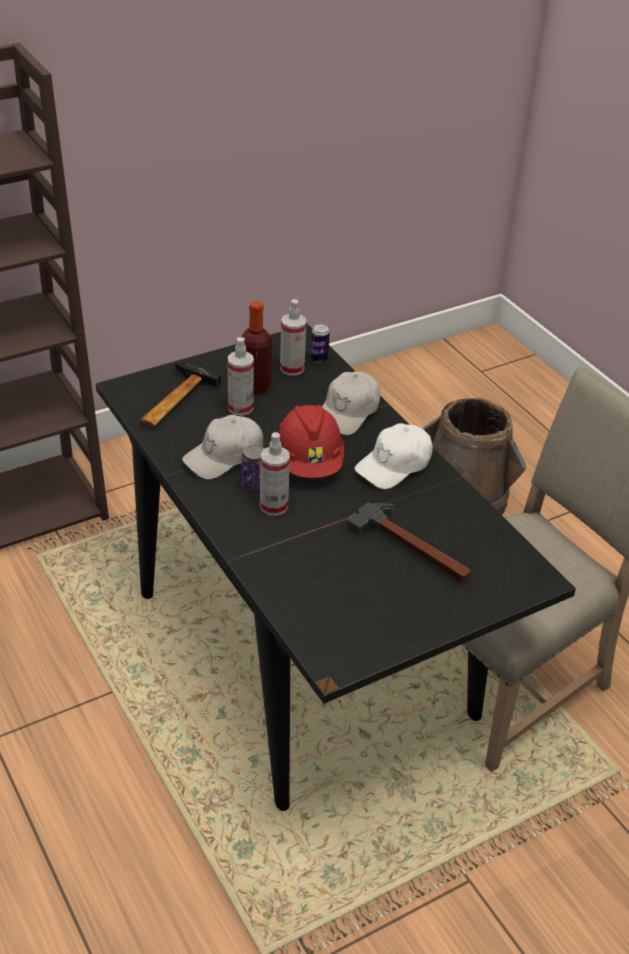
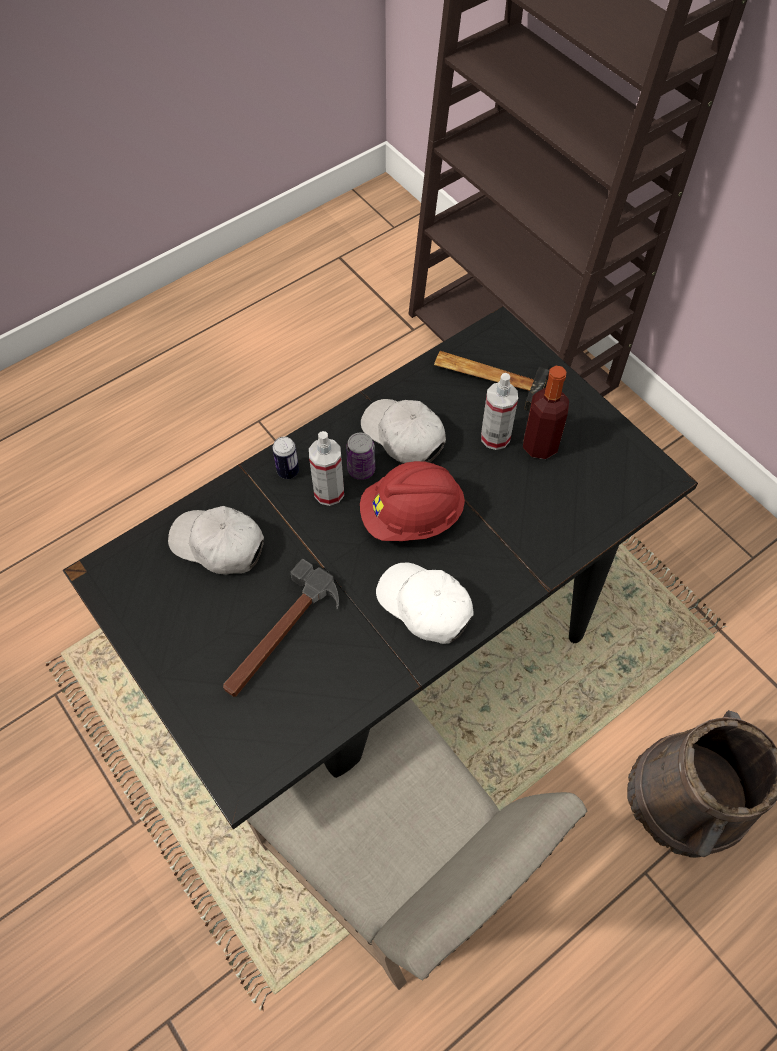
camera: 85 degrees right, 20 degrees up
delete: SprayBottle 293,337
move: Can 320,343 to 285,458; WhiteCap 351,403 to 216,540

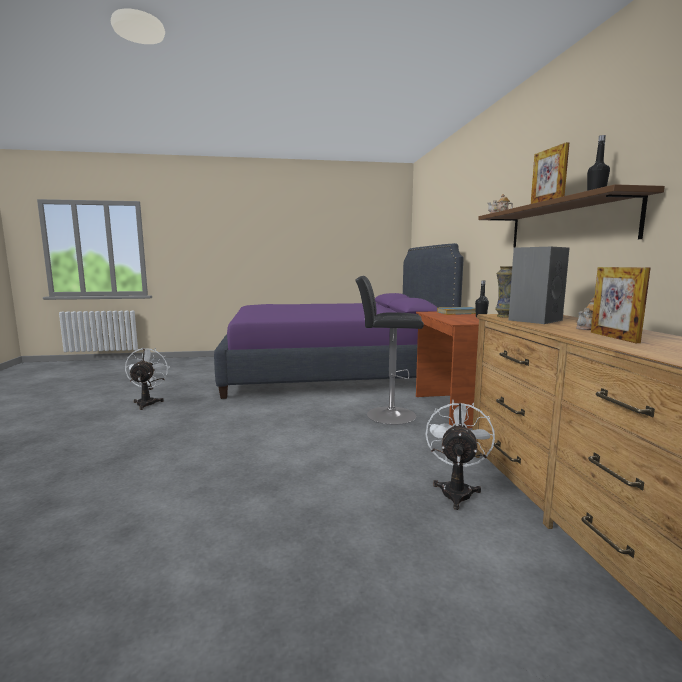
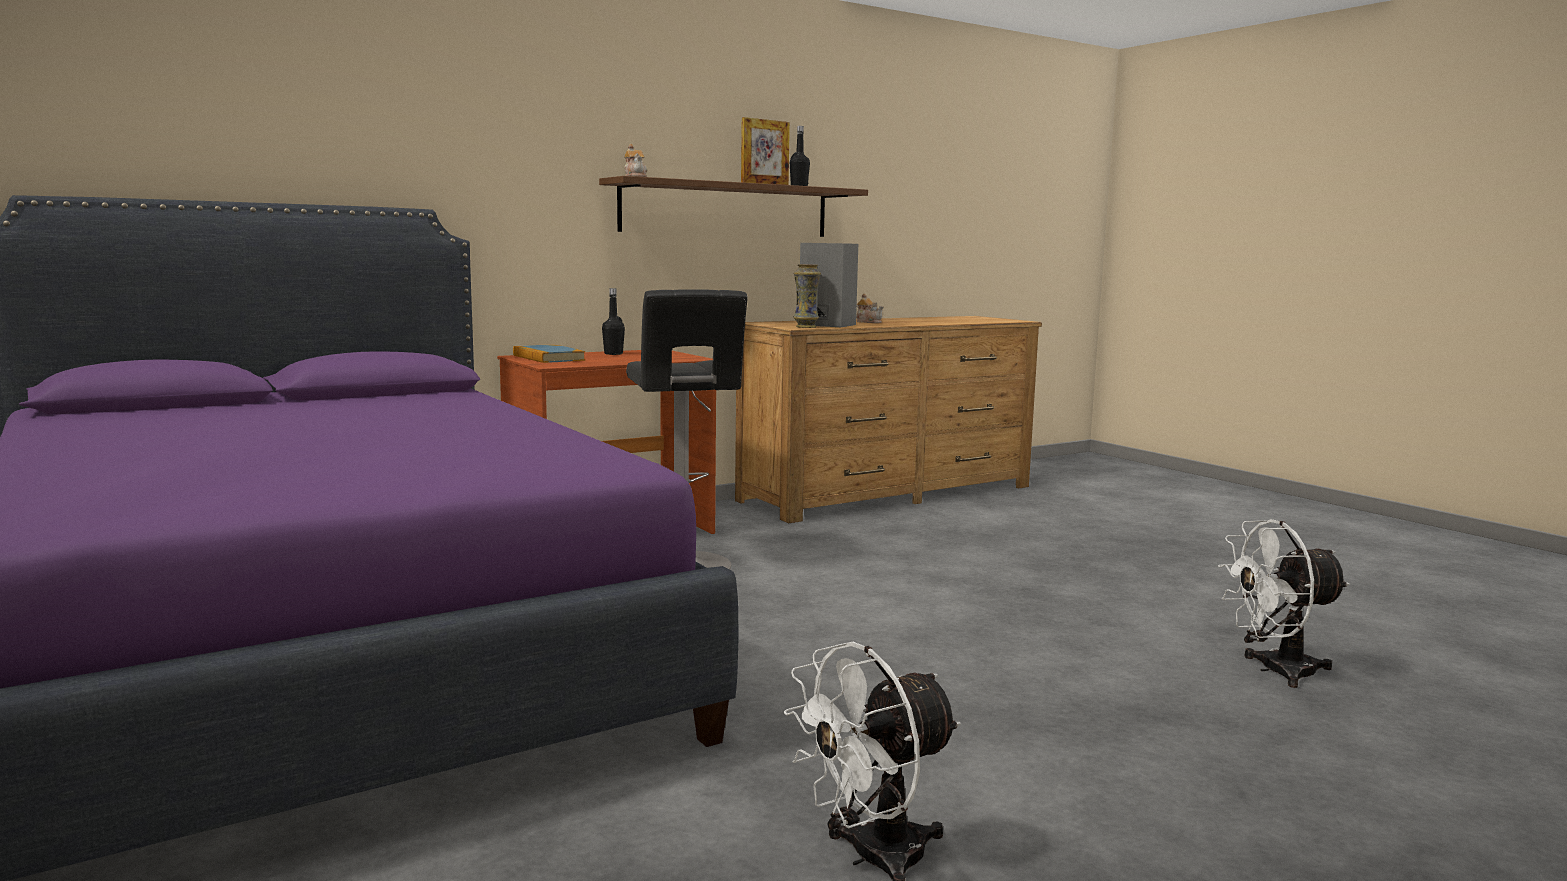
camera: 115 degrees left, 0 degrees up
delete: PictureFrame 621,305
move: WhiteFan 460,455 to 1284,603

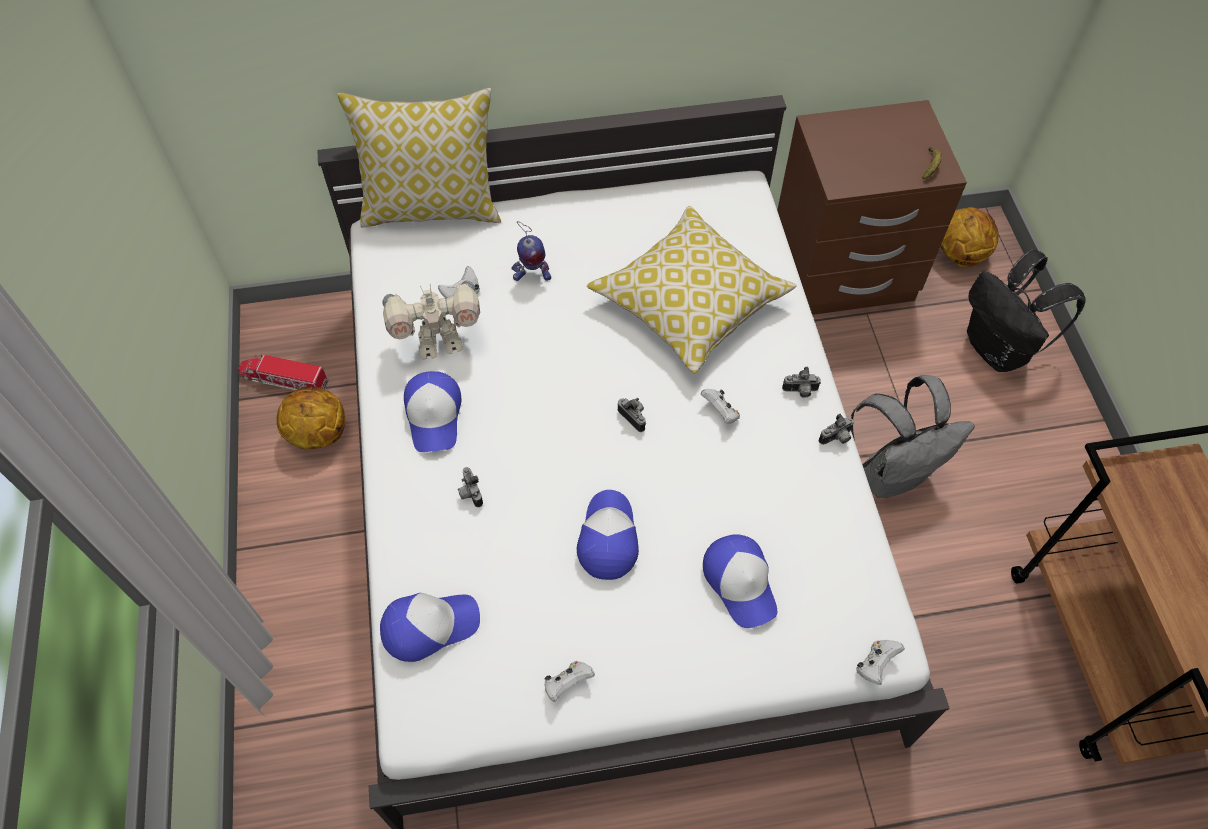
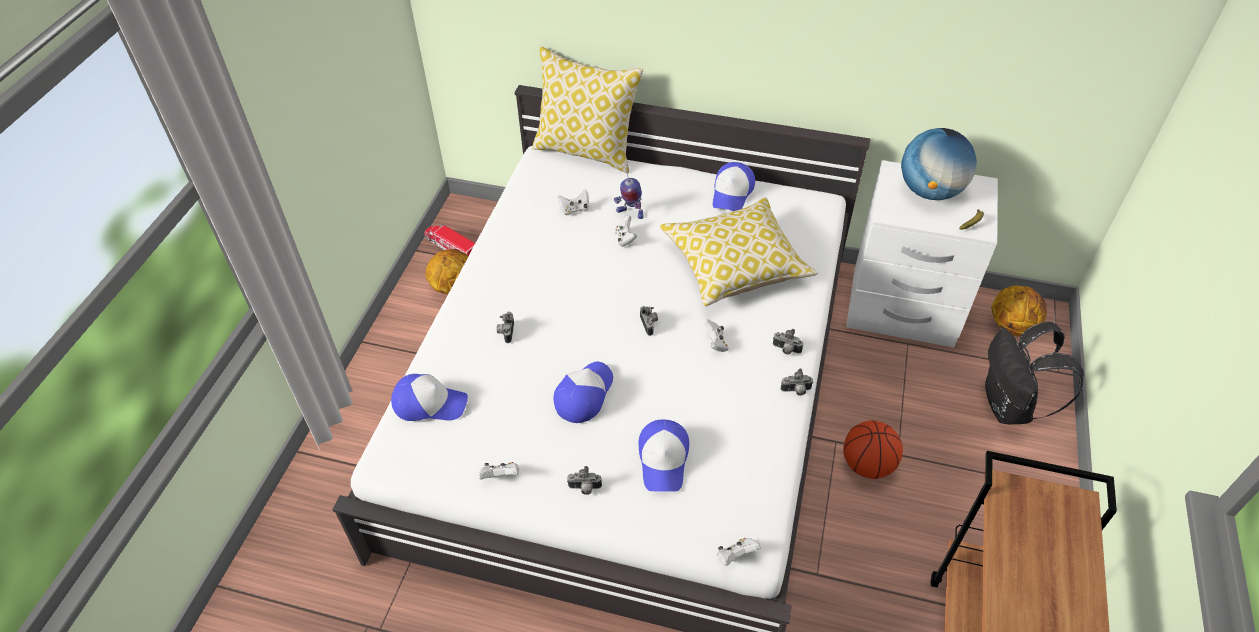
camera: 25 degrees right, 10 degrees down
delete: ToyRobot 431,320
insert: PhotoCamera 584,480; WhiteGameController 626,231; Globe 939,164
move: Cap 432,411 to 734,186
replace: GreyBackpack 913,436 to Basketball 873,449
recolor: BrownNightstand 872,207 to WhiteNightstand 922,254

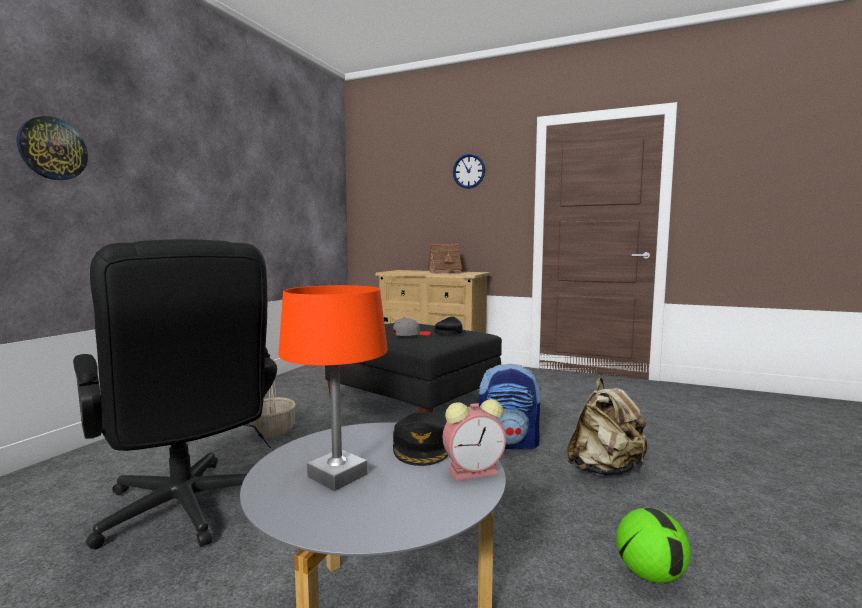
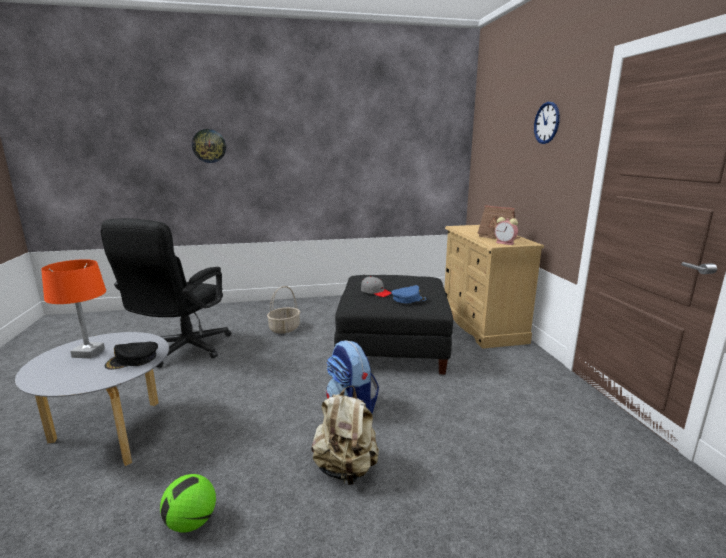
camera: 55 degrees right, 10 degrees up
move: AlarmClock 474,440 to 506,231
recolor: BlackCap 449,325 to BlueCap 408,294

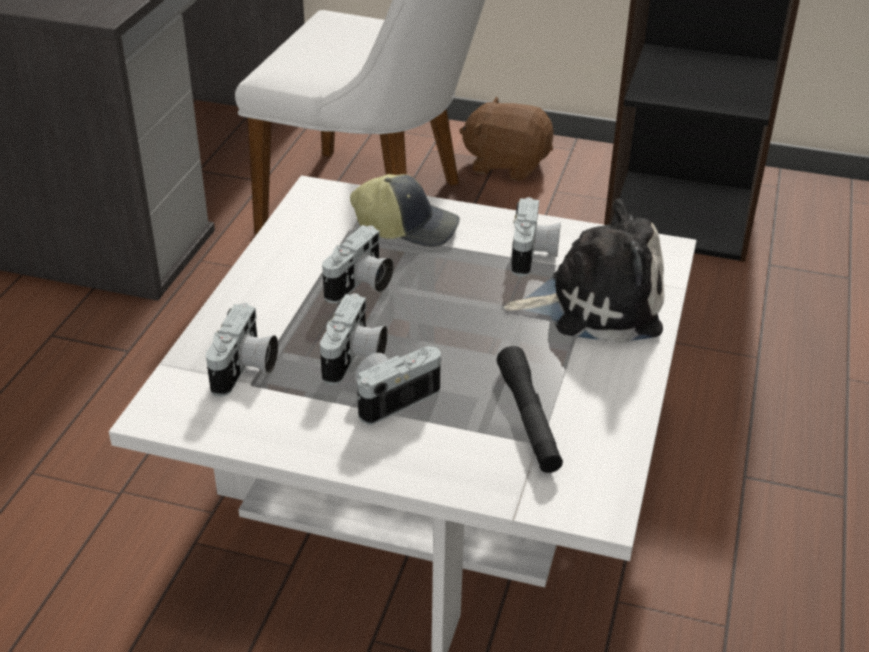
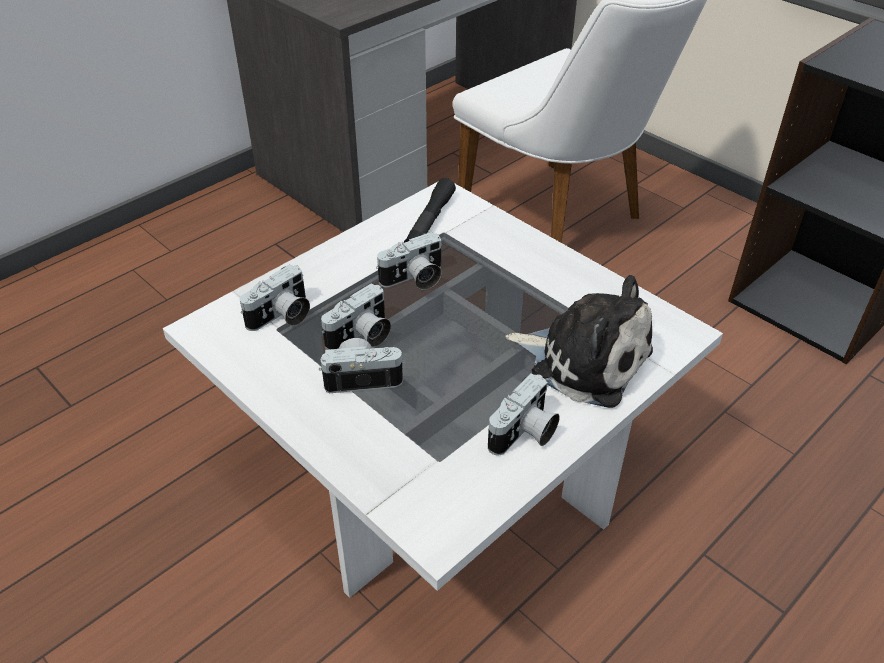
camera: 30 degrees right, 5 degrees up
delete: Cap 405,210; BrownPlushToy 506,139
move: BlackFlashlight 530,409 to 430,210; PhotoCamera 536,236 to 524,414

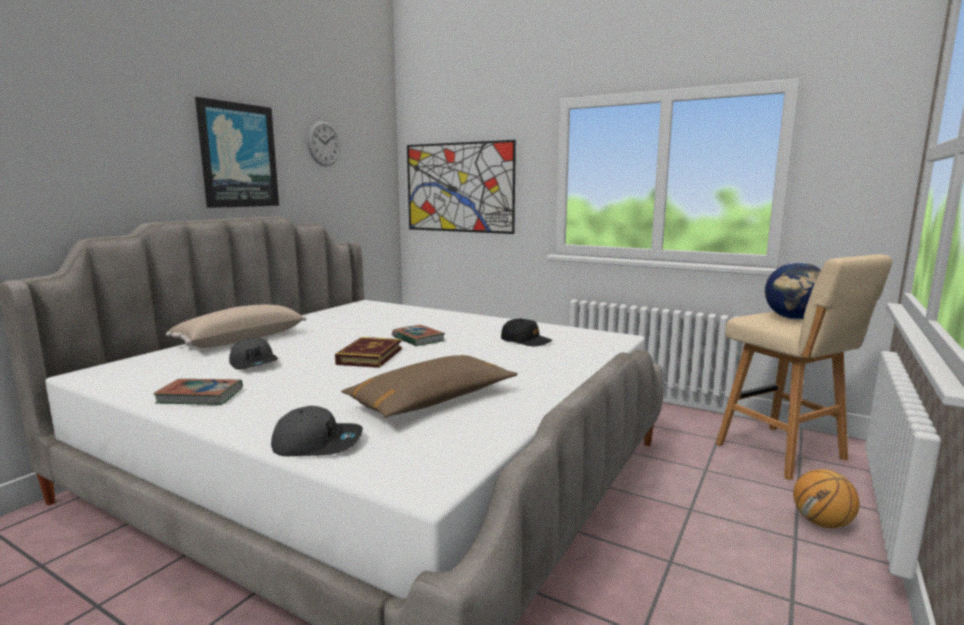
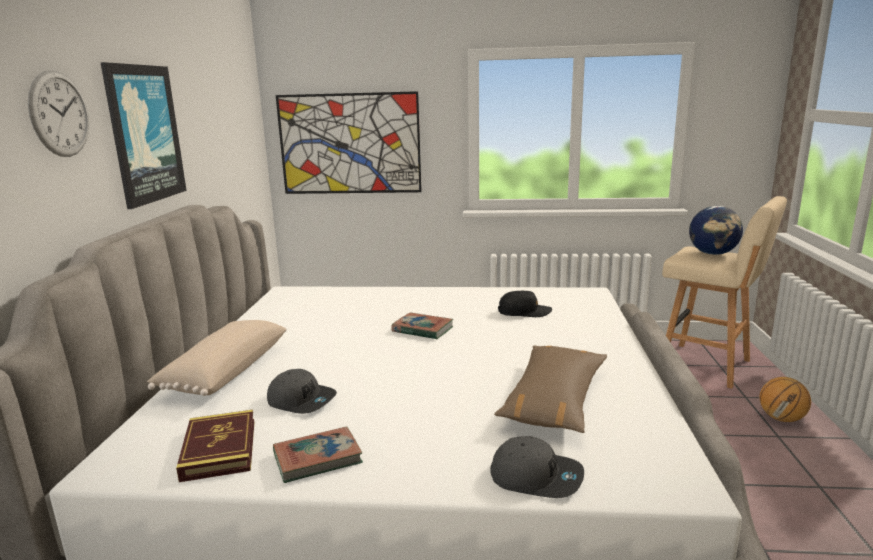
camera: 25 degrees left, 5 degrees up
move: WallClock 323,143 to 58,113; Book 368,352 to 215,446
rotate: GreyCap 317,431 = 537,467 45 degrees clockwise

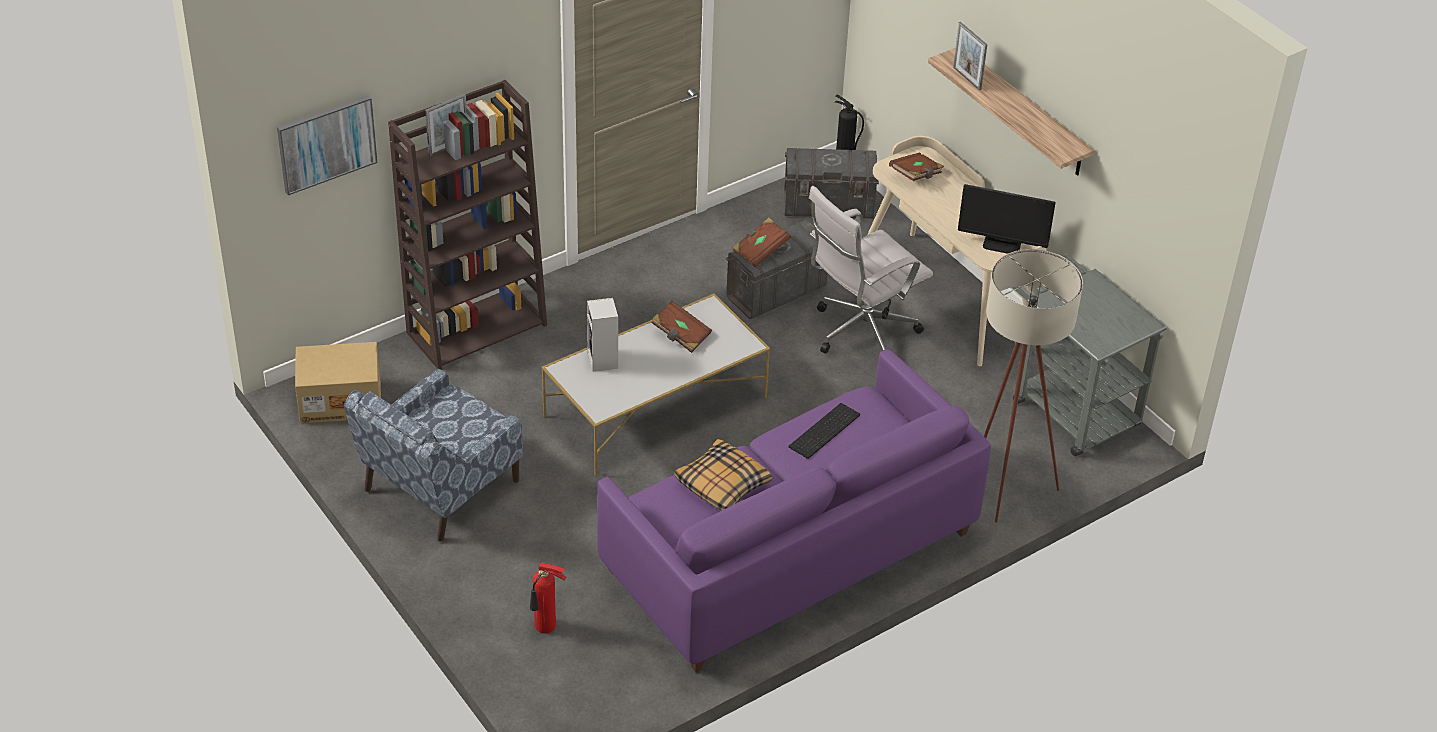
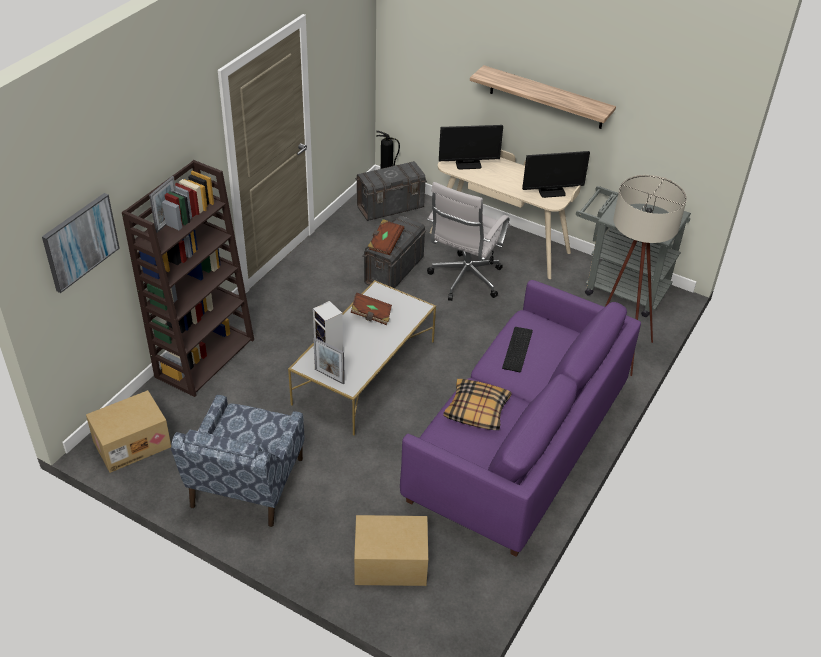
camera: 25 degrees left, 0 degrees up
move: PictureFrame 970,56 to 329,360
replace: FireExtinguisher 548,598 to CardboardBox 391,550; BrownBook 916,166 to Monitor 471,147

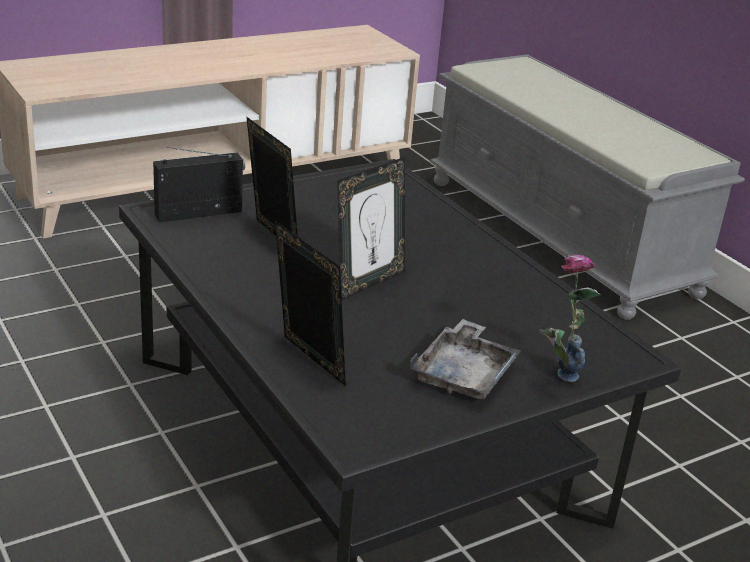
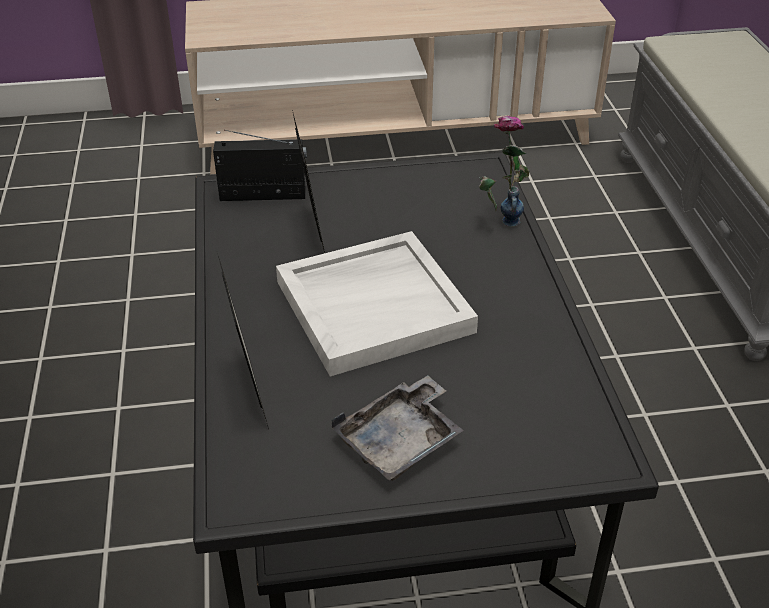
camera: 25 degrees right, 10 degrees up
move: Vase 570,318 to 504,171
replace: PictureFrame 371,228 to WhiteTray 377,303

